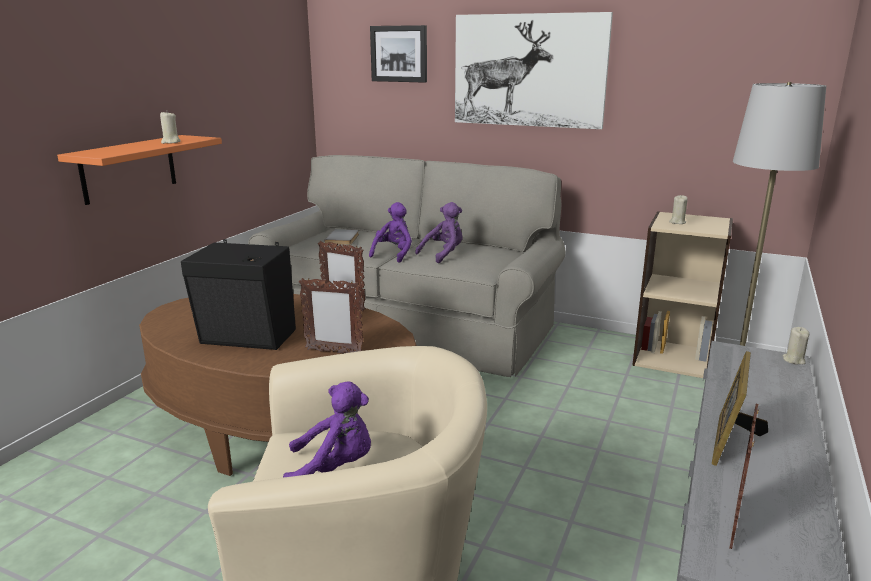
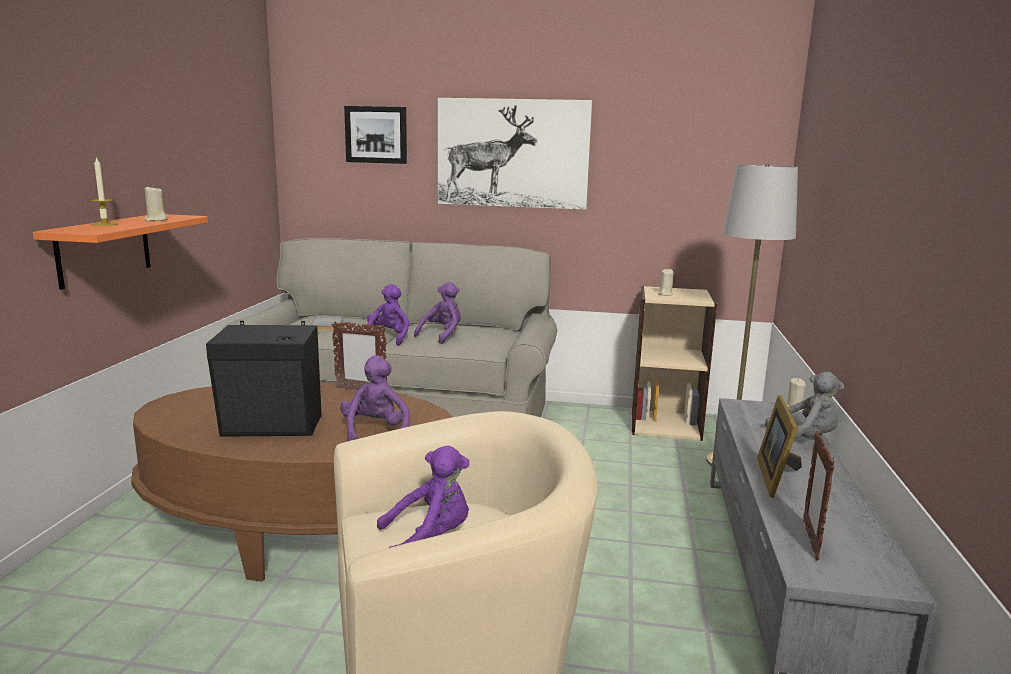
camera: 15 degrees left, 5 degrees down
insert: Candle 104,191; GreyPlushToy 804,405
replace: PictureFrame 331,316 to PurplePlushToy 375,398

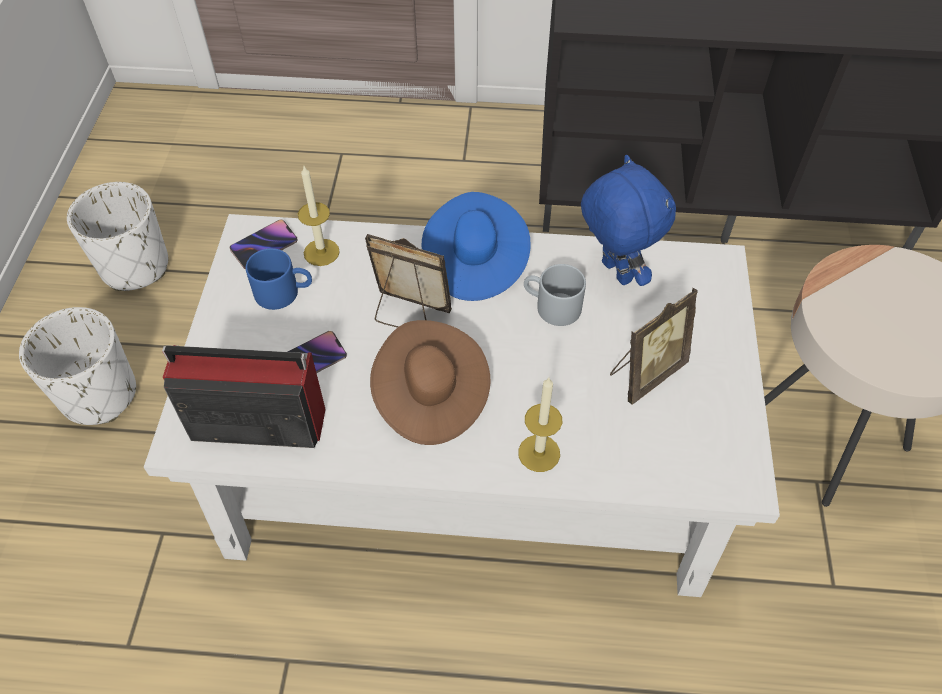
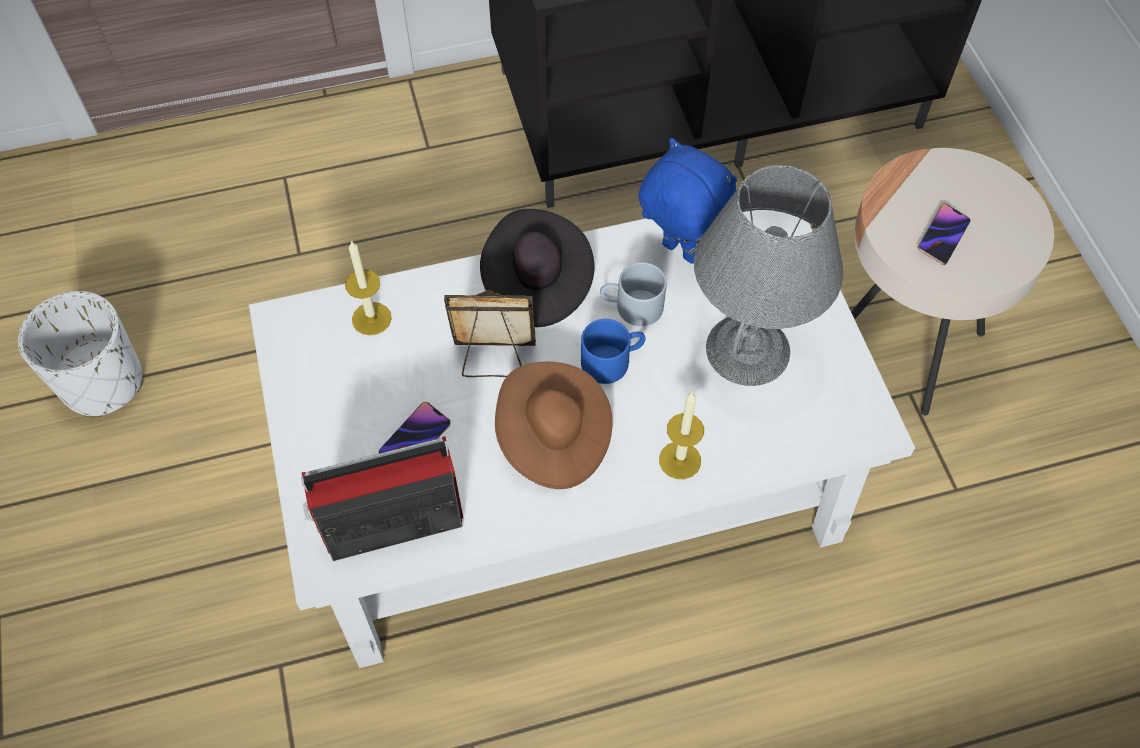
camera: 20 degrees left, 5 degrees up
delete: WhitePlanter 77,366
move: Phone 263,244 to 944,234; BlueMug 279,279 to 613,351
replace: PictureFrame 654,346 to GreyTableLamp 768,275
recolor: BlueHat 476,246 to BlackHat 537,268

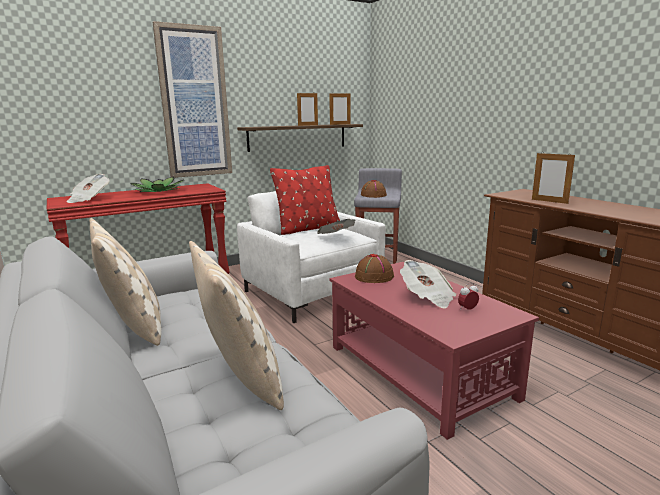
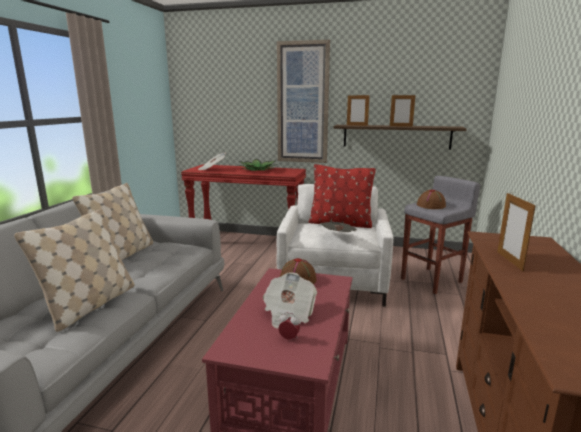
camera: 45 degrees right, 0 degrees up
move: PictureFrame 340,108 to 358,110

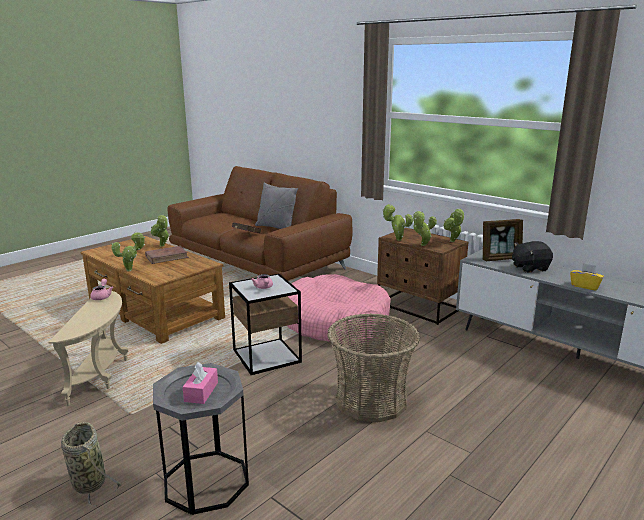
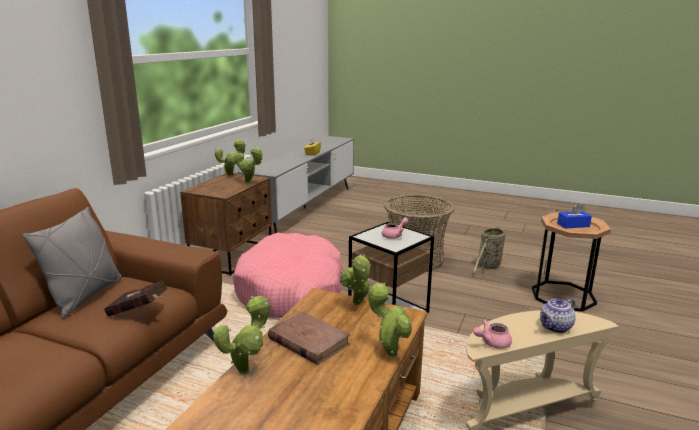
camera: 110 degrees left, 0 degrees up
delete: PictureFrame 503,240; BlackPlushToy 532,257
insert: Teapot 558,315
move: Basket 92,464 to 489,251; PottedPlant 397,222 to 355,280
recolor: GreySideTable 201,439 to BrownSideTable 571,262; PinkTissueBox 200,383 to BlueTissueBox 574,215

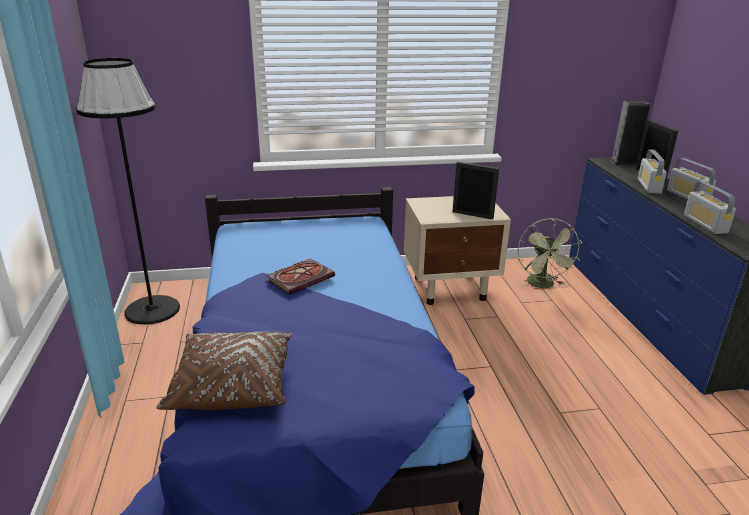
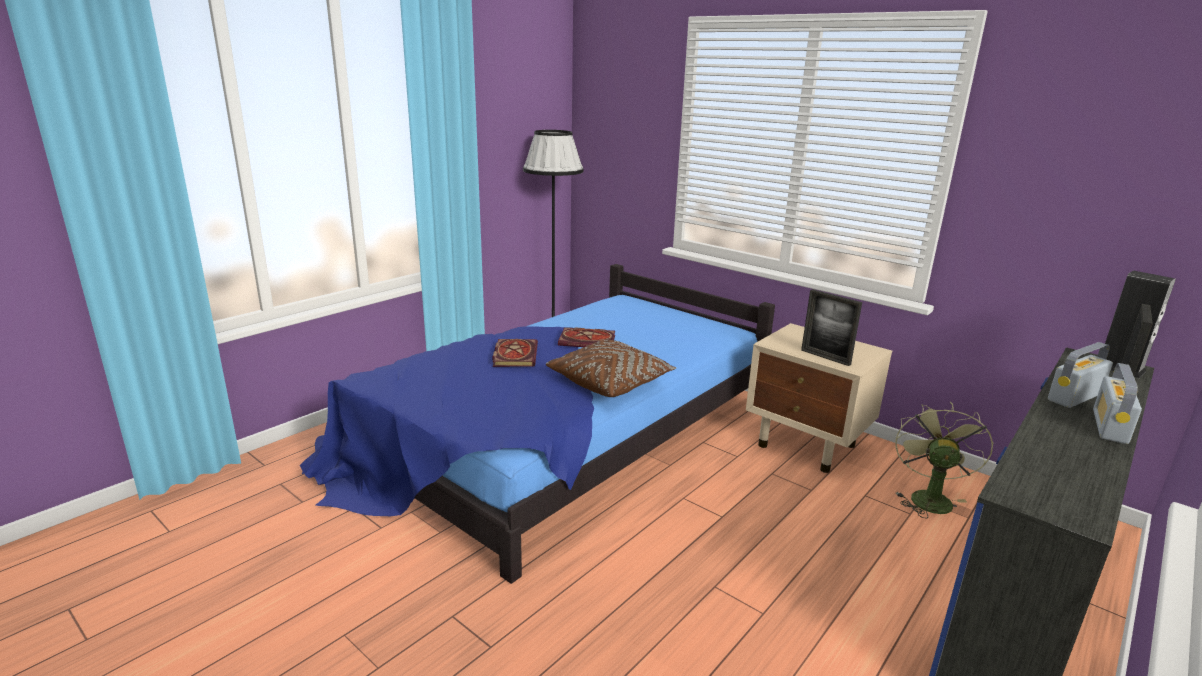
camera: 50 degrees right, 5 degrees down
delete: Radio 710,207
insert: Book 515,353
move: BrownPillow 224,371 to 611,368
rotate: PictureFrame 475,191 = 831,327 150 degrees clockwise; GreenFan 550,253 = 944,460 150 degrees clockwise

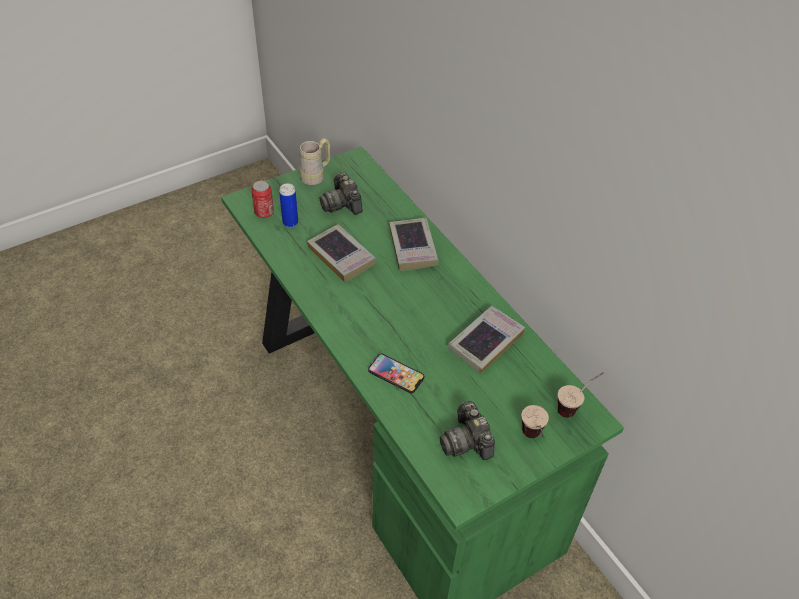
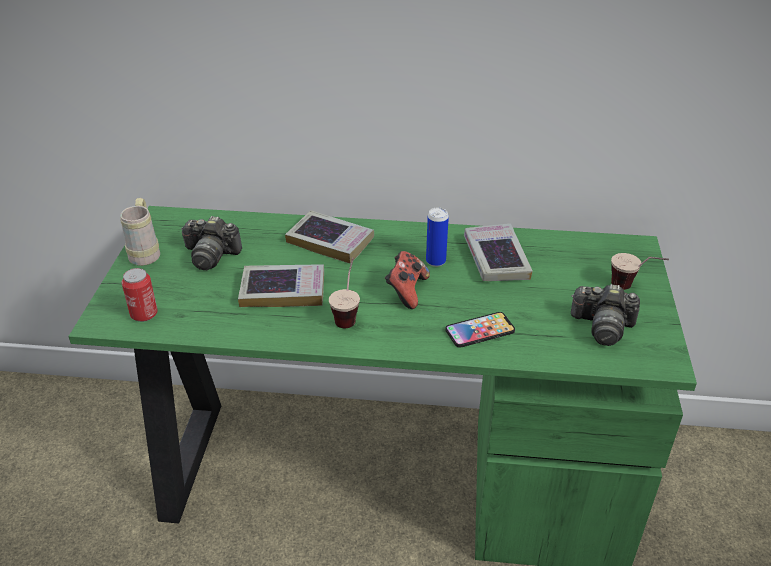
camera: 50 degrees left, 10 degrees down
insert: GameController 407,280
move: Can 288,205 to 437,237; Cup 581,395 to 344,293

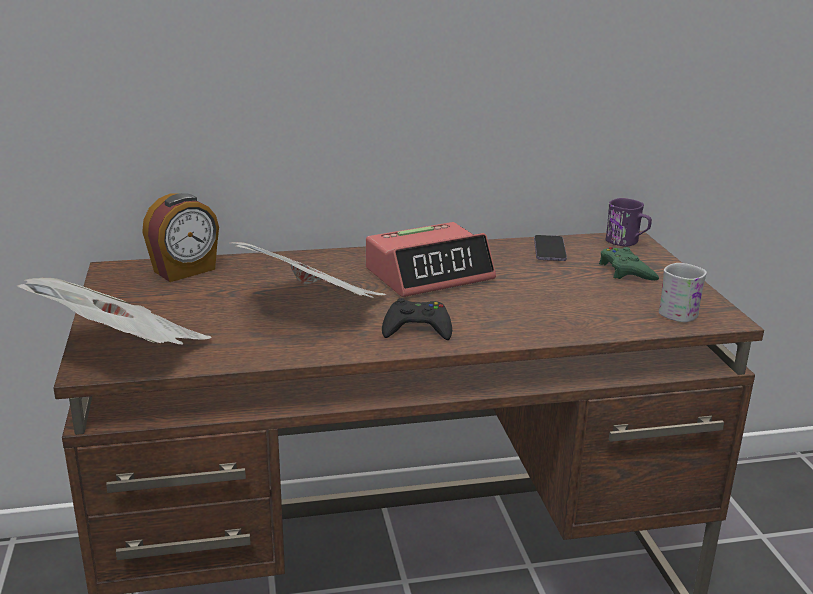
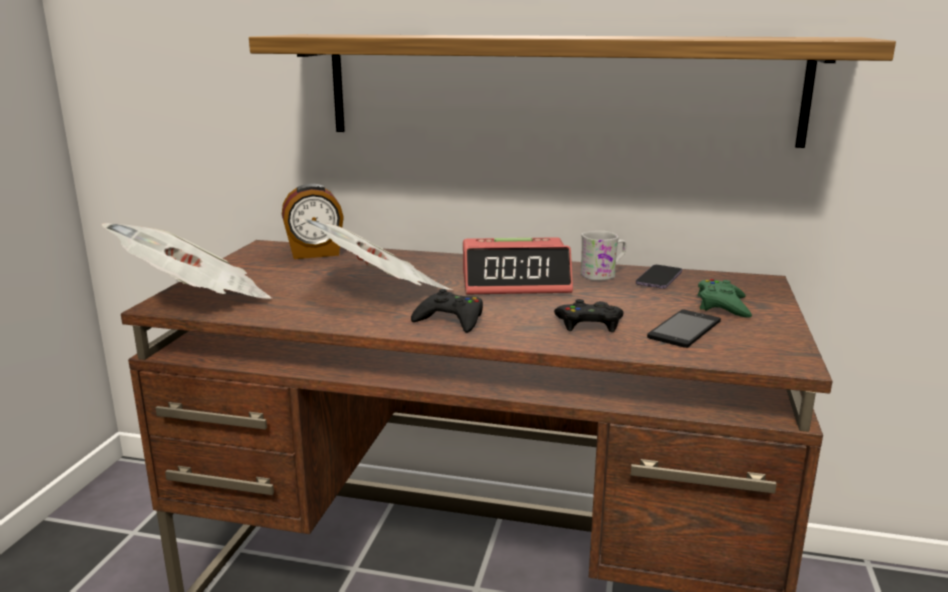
camera: 25 degrees right, 5 degrees down
delete: PurpleMug 628,222
insert: Shelf 572,91; BlackGameController 589,315; Phone 684,328
move: WhiteMug 683,292 to 603,256

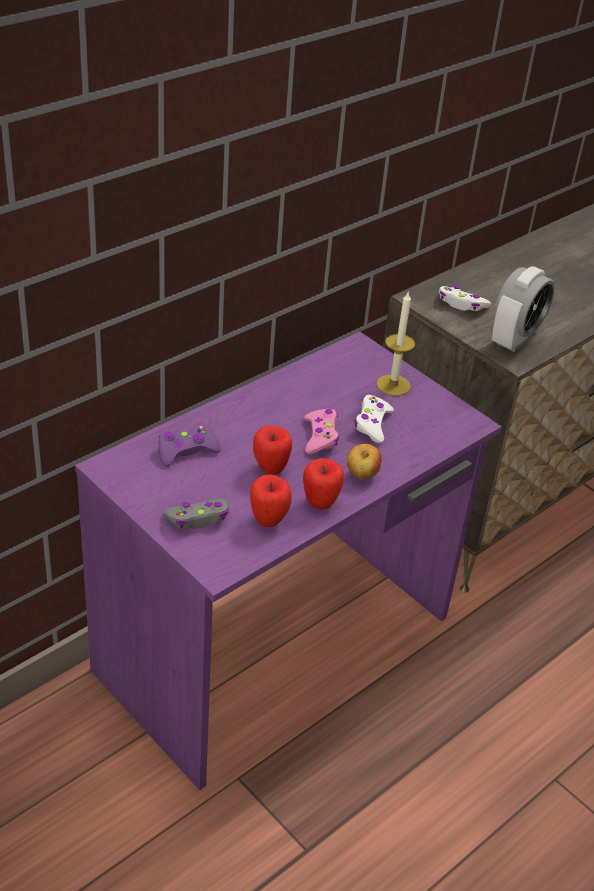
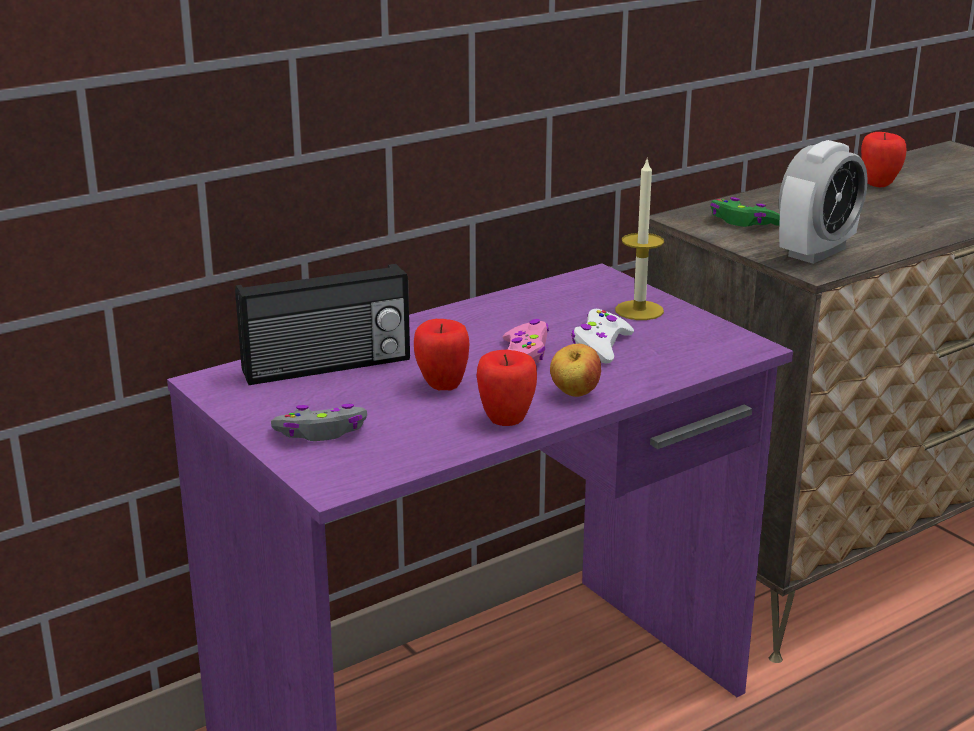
camera: 10 degrees right, 15 degrees down
move: Apple 271,500 to 883,159
replace: PurpleGameController 190,444 to Radio 322,324
recolor: WhiteGameController 465,298 to GreenGameController 745,212

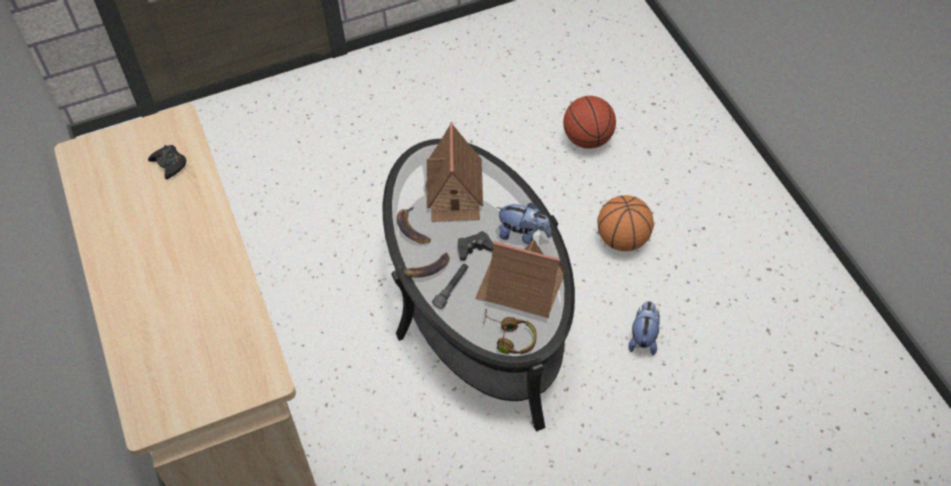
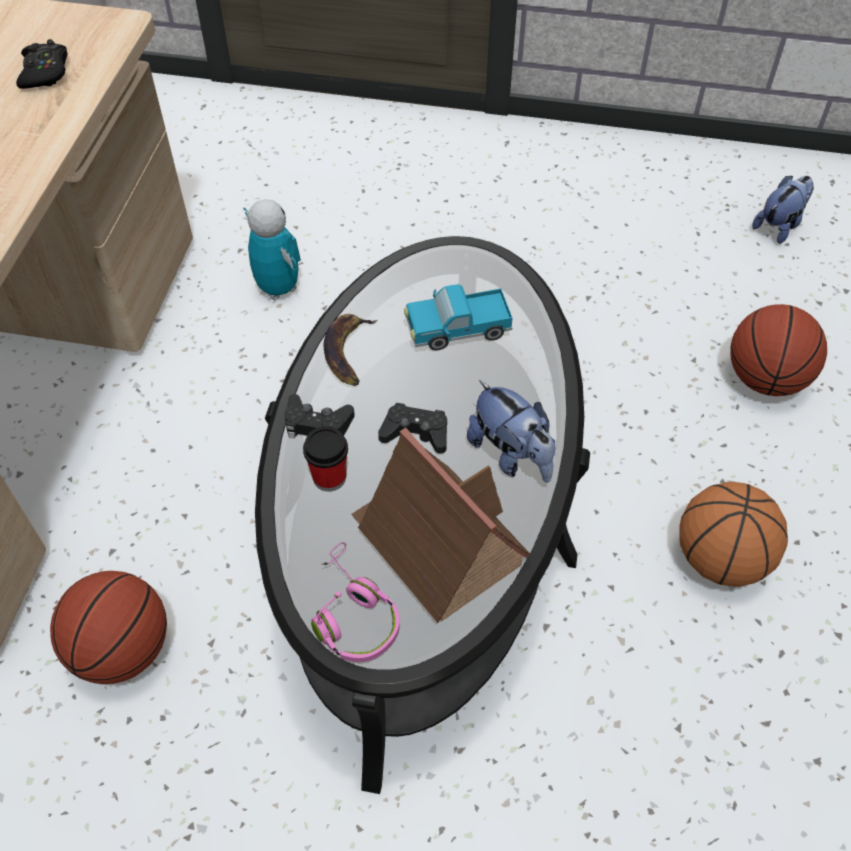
camera: 30 degrees right, 0 degrees up
insert: Basketball 108,627; ToyRobot 272,249
move: PlushToy 644,328 to 783,210
replace: Banana 424,265 to BlackGameController 319,416; ToyHouse 454,172 to ToyTruck 458,317; GreyFlashlight 450,286 to Cup 325,458
recolor: BrownHeadphones 510,332 to PinkHeadphones 355,602

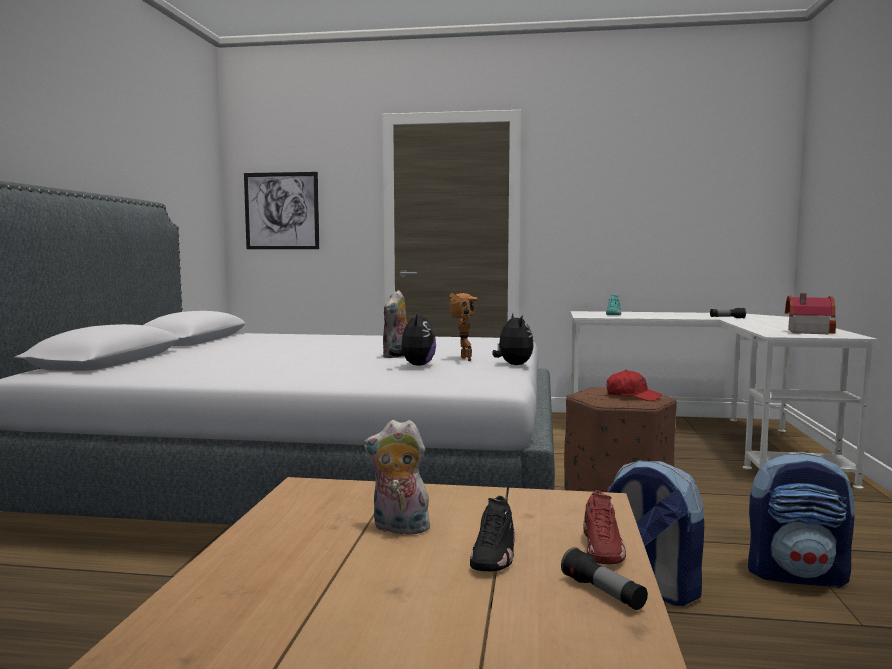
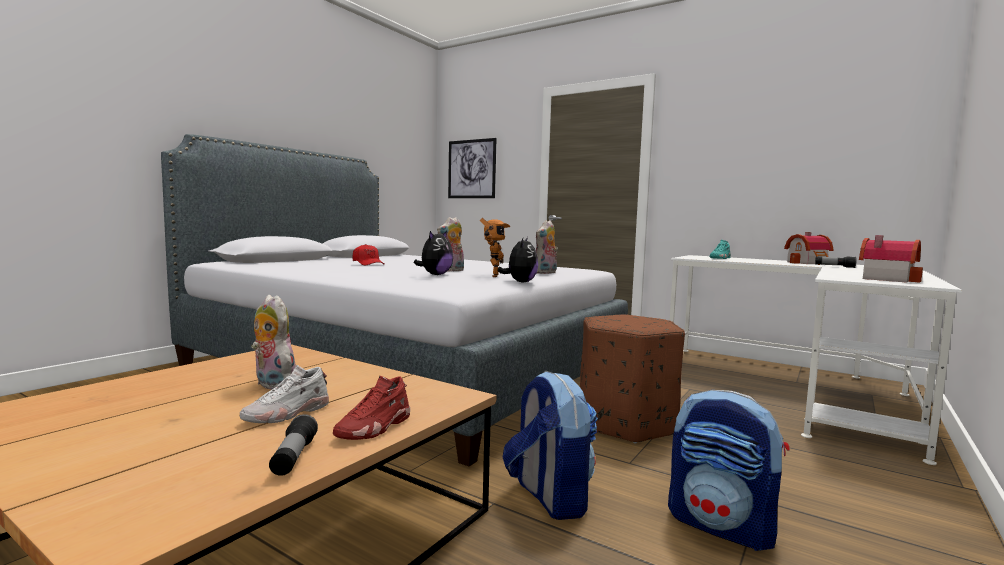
camera: 25 degrees right, 0 degrees up
insert: PlushToy 547,247; ToyHouse 809,248
move: RedCap 634,385 to 368,254
recolor: BlackShoe 492,533 to WhiteShoe 284,394

